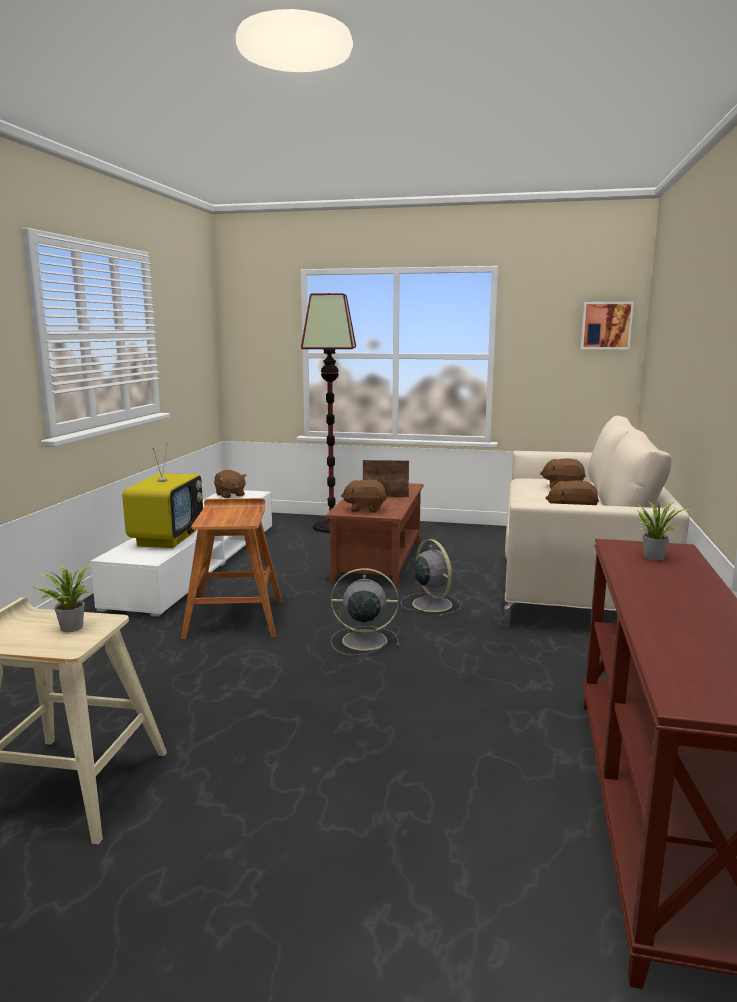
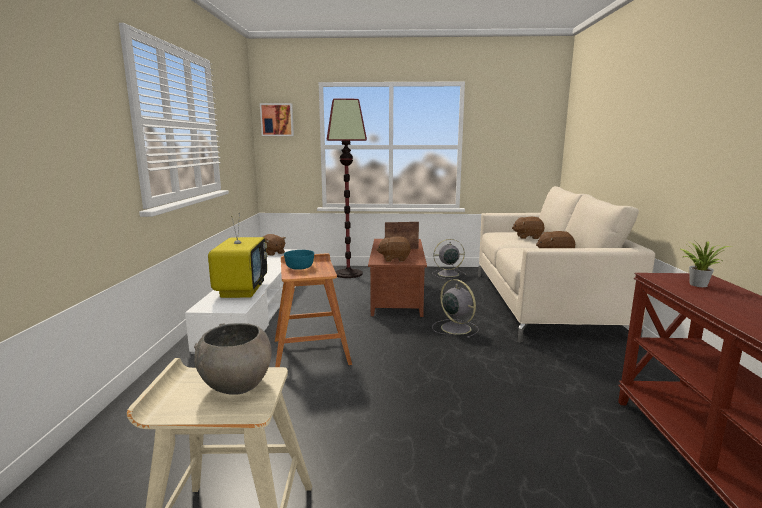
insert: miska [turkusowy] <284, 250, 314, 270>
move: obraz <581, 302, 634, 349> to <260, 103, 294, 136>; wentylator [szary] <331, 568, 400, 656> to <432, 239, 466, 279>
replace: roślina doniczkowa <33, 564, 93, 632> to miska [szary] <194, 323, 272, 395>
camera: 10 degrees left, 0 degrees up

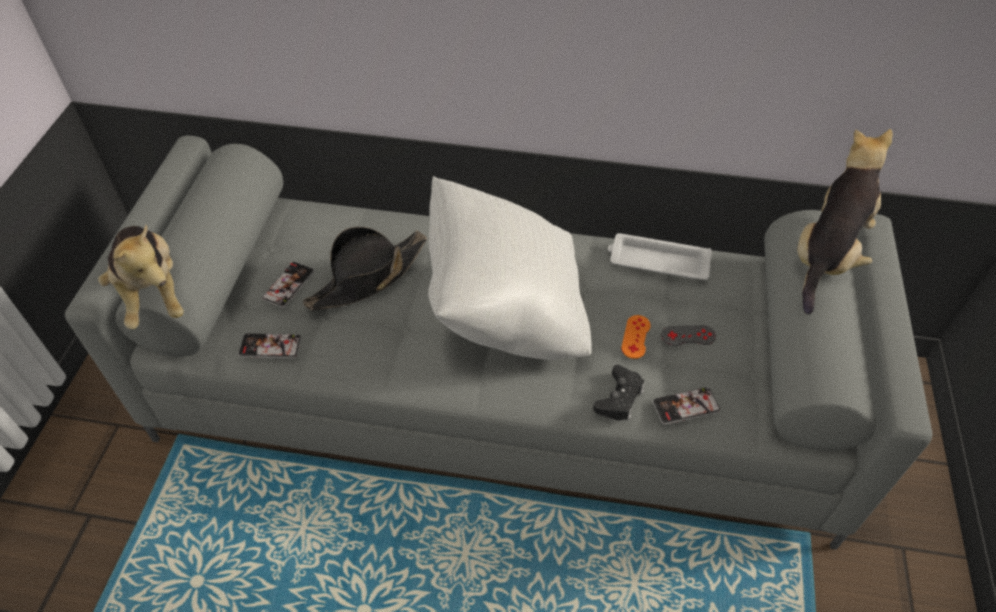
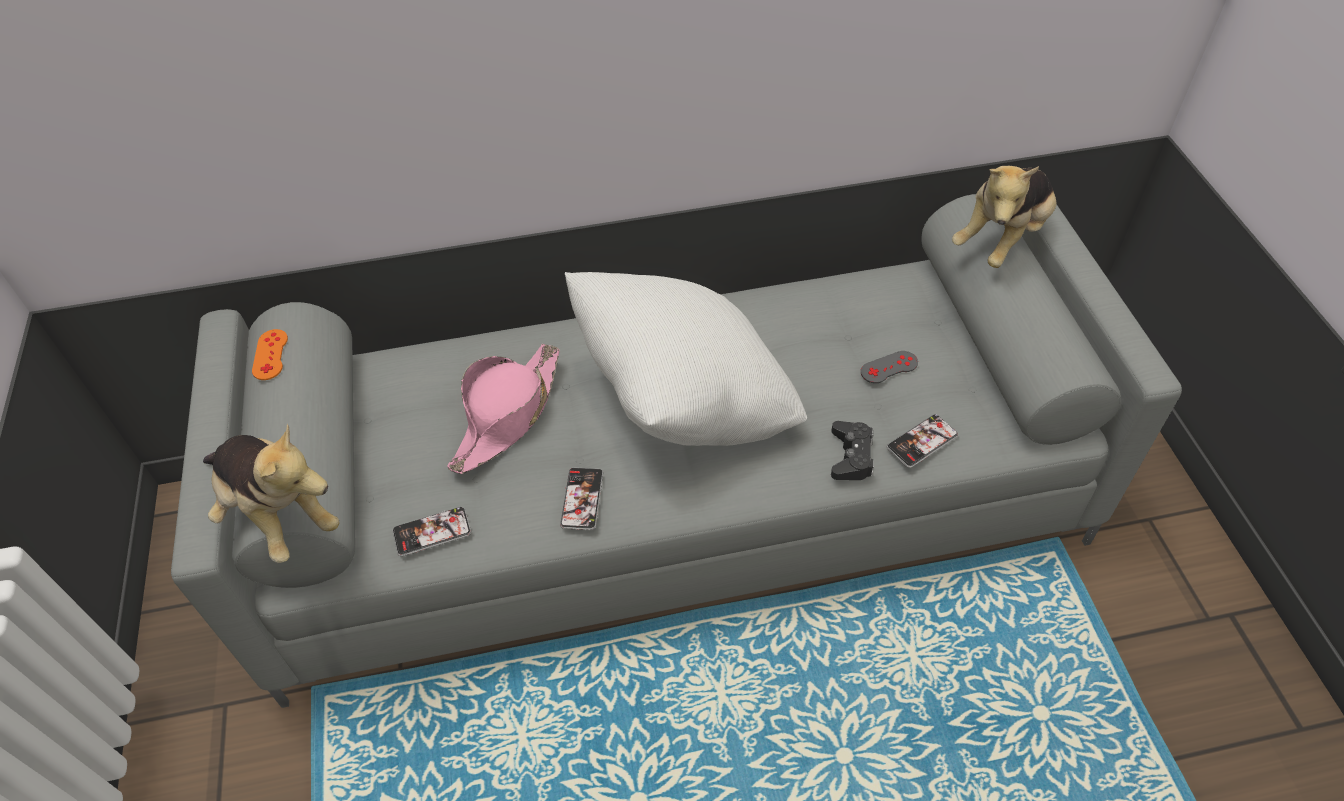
delete: taca [biały] <608, 233, 712, 280>
move: pad do gier [pomarańczowy] <621, 315, 651, 359> to <252, 329, 288, 380>; telefon <262, 262, 314, 308> to <560, 468, 603, 530>
recolor: kapelusz [czarny] <303, 227, 427, 310> to kapelusz [różowy] <447, 344, 560, 474>
rotate: pluszak <797, 129, 893, 314> = <952, 166, 1057, 268> 150 degrees counterclockwise
camera: 20 degrees left, 0 degrees up

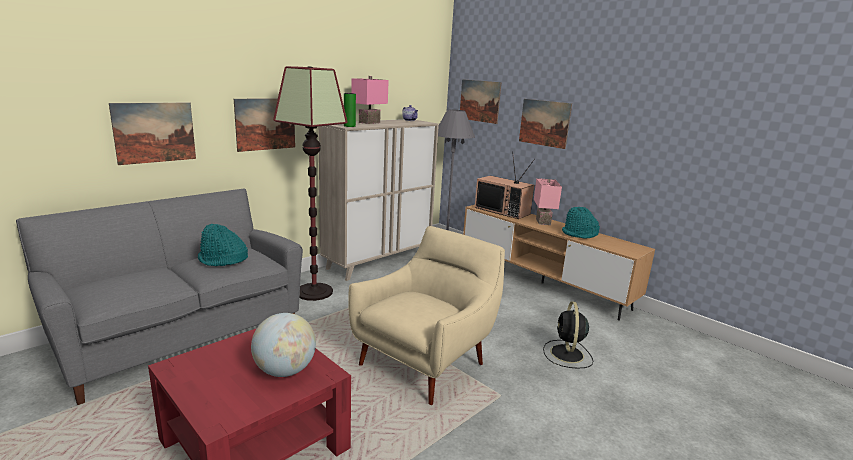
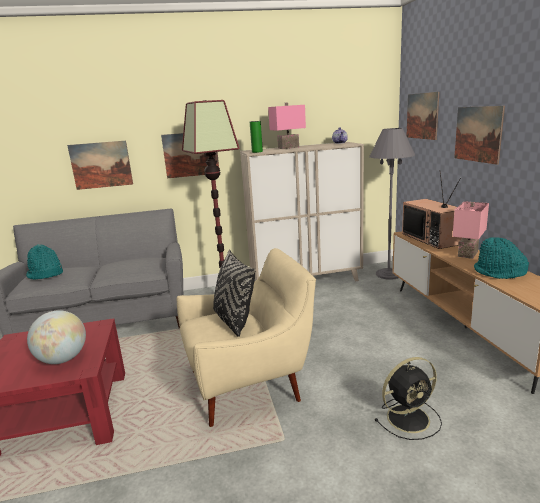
insert: poduszka [czarny] <213, 249, 256, 337>
move: kapelusz [turkusowy] <198, 224, 248, 266> to <26, 244, 63, 280>
rotate: wentylator [czarny] <543, 301, 593, 369> = <375, 357, 442, 440> 150 degrees counterclockwise
camera: 35 degrees right, 0 degrees up

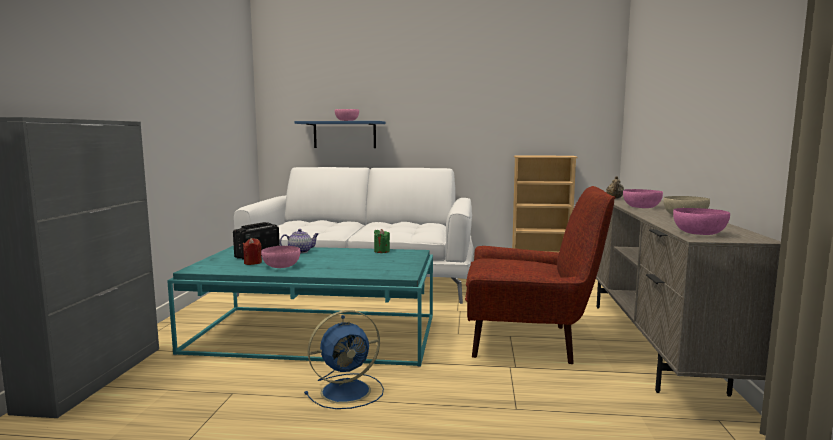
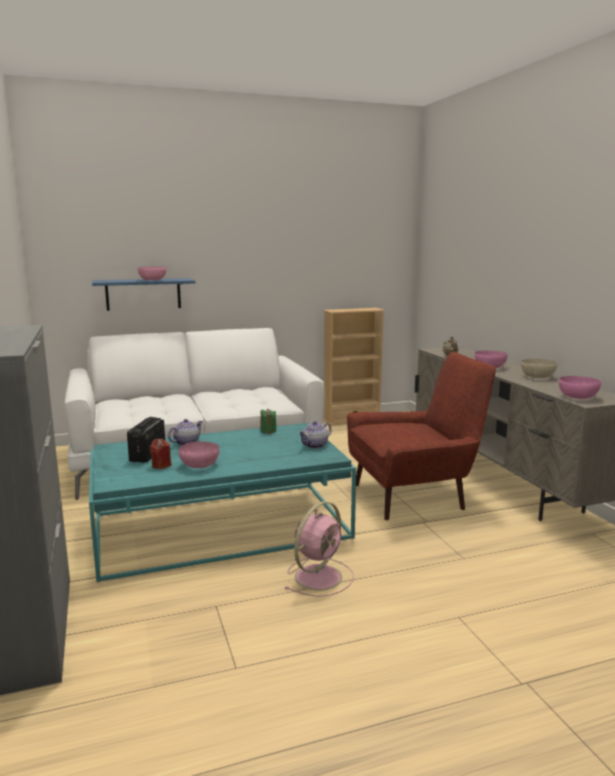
insert: imbryk <298, 421, 331, 449>
recolor: wentylator [niebieski] <304, 310, 384, 409> to wentylator [różowy] <285, 501, 354, 597>
camera: 25 degrees left, 5 degrees up

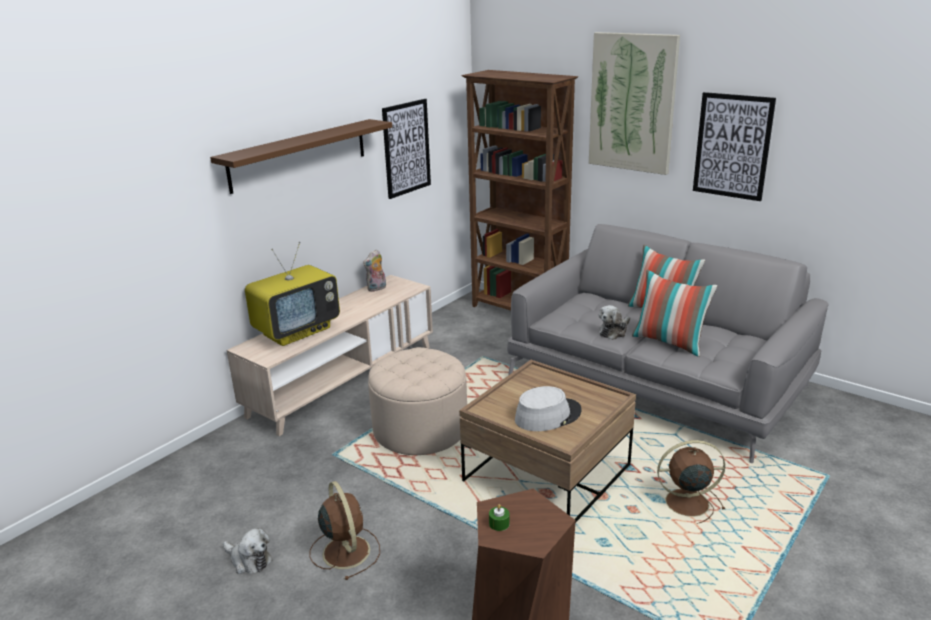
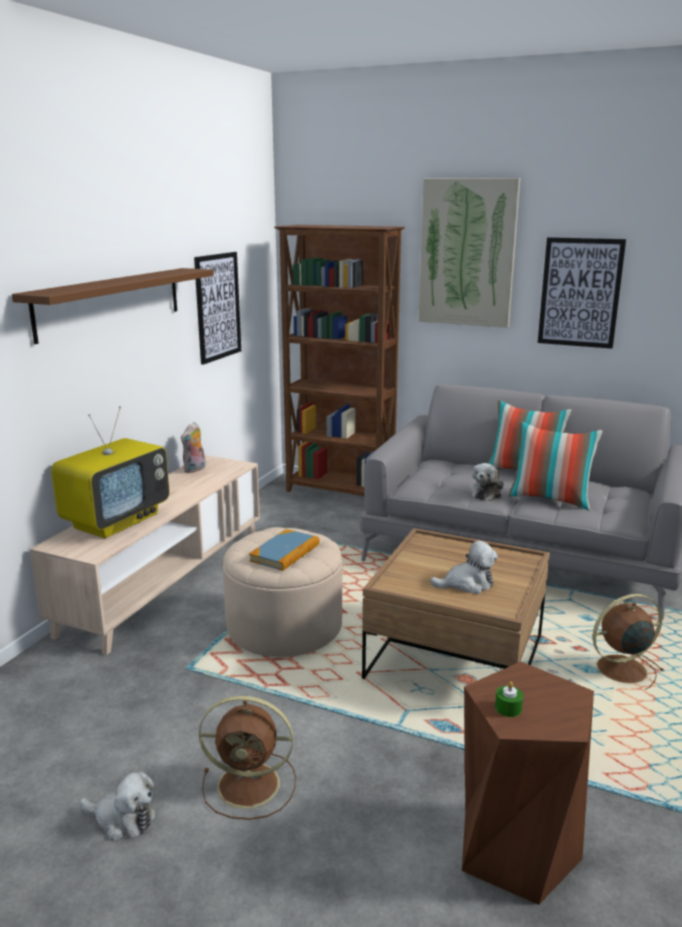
insert: książka <249, 529, 319, 571>
replace: kapelusz [szary] <515, 386, 582, 431> to pluszak <430, 540, 498, 594>
rotate: wentylator [brązowy] <309, 481, 380, 580> = <199, 696, 296, 820> 135 degrees clockwise
camera: 15 degrees left, 5 degrees down

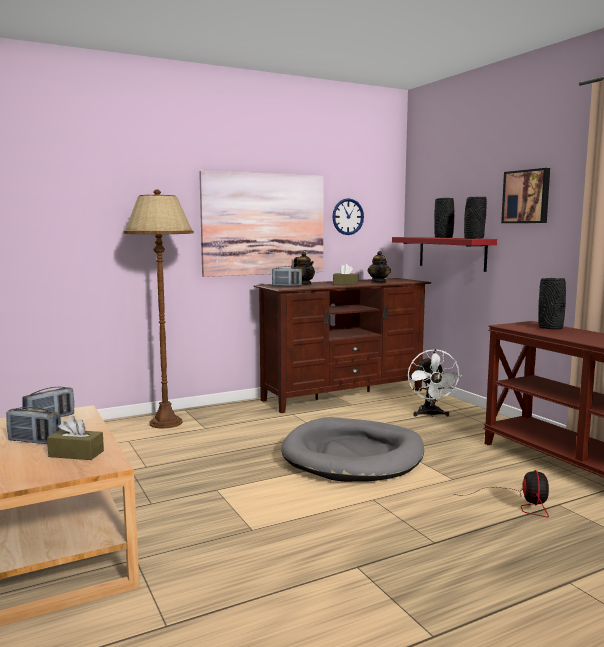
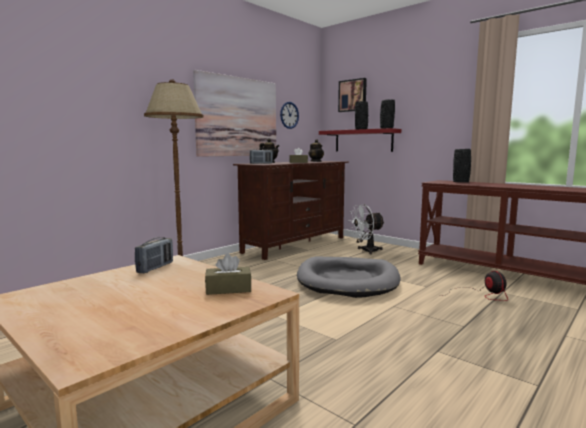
delete: radio <6, 407, 61, 444>
move: obraz <501, 168, 550, 223> to <338, 78, 367, 112>
rotate: wentylator [biały] <408, 349, 462, 417> = <349, 204, 385, 254> 90 degrees clockwise
camera: 20 degrees left, 0 degrees up

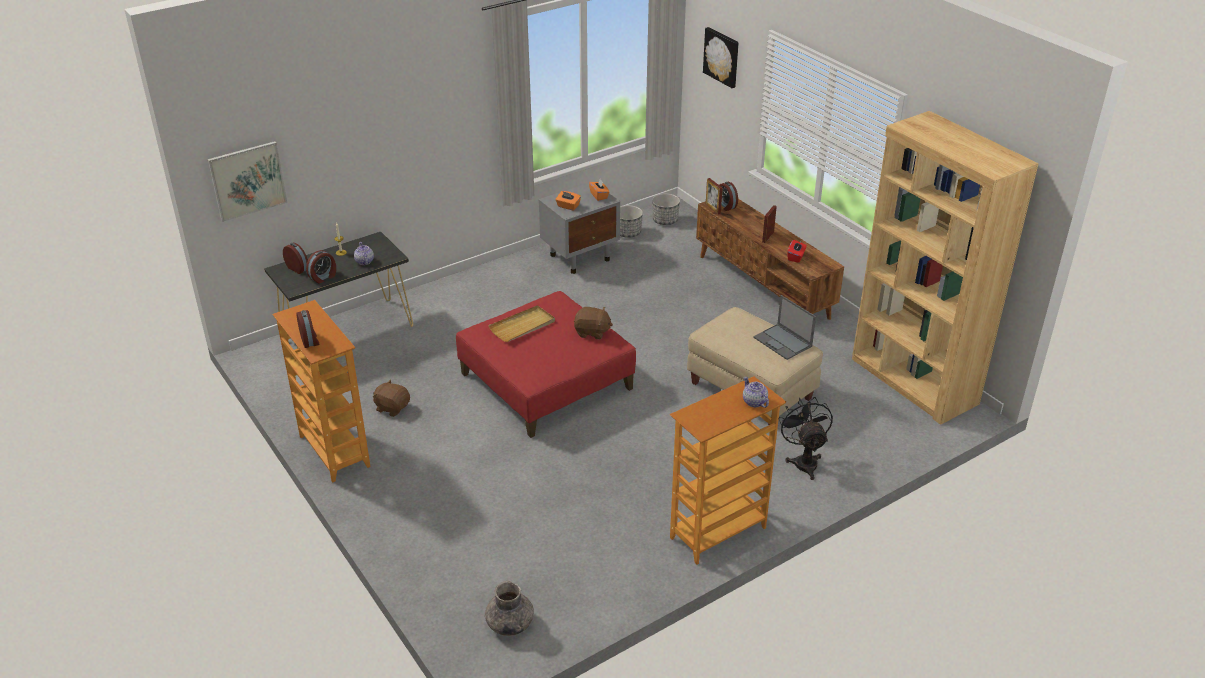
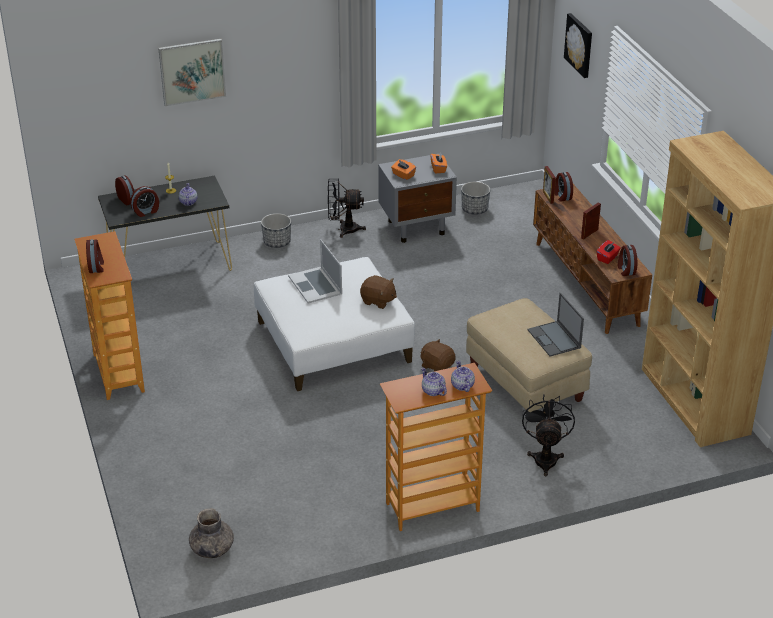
insert: wentylator [czarny] <328, 178, 366, 238>; imbryk <421, 368, 447, 396>; budzik <617, 245, 637, 276>
move: obraz <208, 141, 287, 222> to <158, 39, 226, 106>; donica <652, 193, 680, 225> to <261, 213, 291, 248>; pluszak [brązowy] <373, 380, 410, 417> to <420, 339, 456, 372>
replace: taca [beżowy] <488, 305, 555, 342> to laptop <288, 239, 342, 303>
recolor: pufa [czerwony] <456, 291, 636, 438> to pufa [biały] <254, 257, 415, 391>
camera: 15 degrees right, 0 degrees up

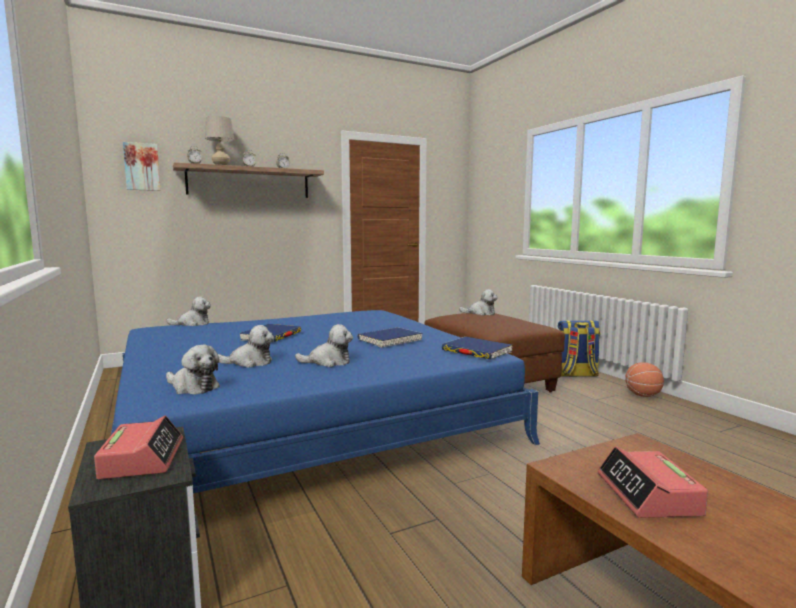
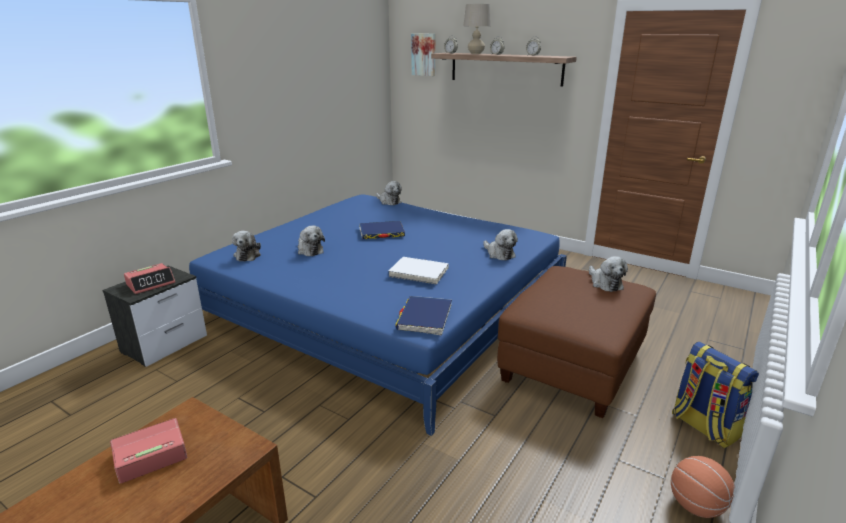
move: pluszak <295, 324, 353, 367> to <483, 229, 518, 260>
recolor: książka [niebieski] <357, 327, 423, 348> to książka [biały] <389, 257, 449, 285>
camera: 60 degrees right, 15 degrees up

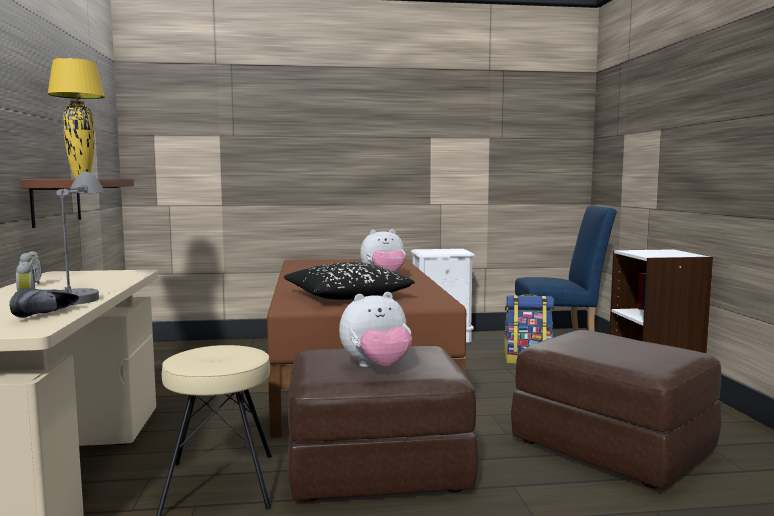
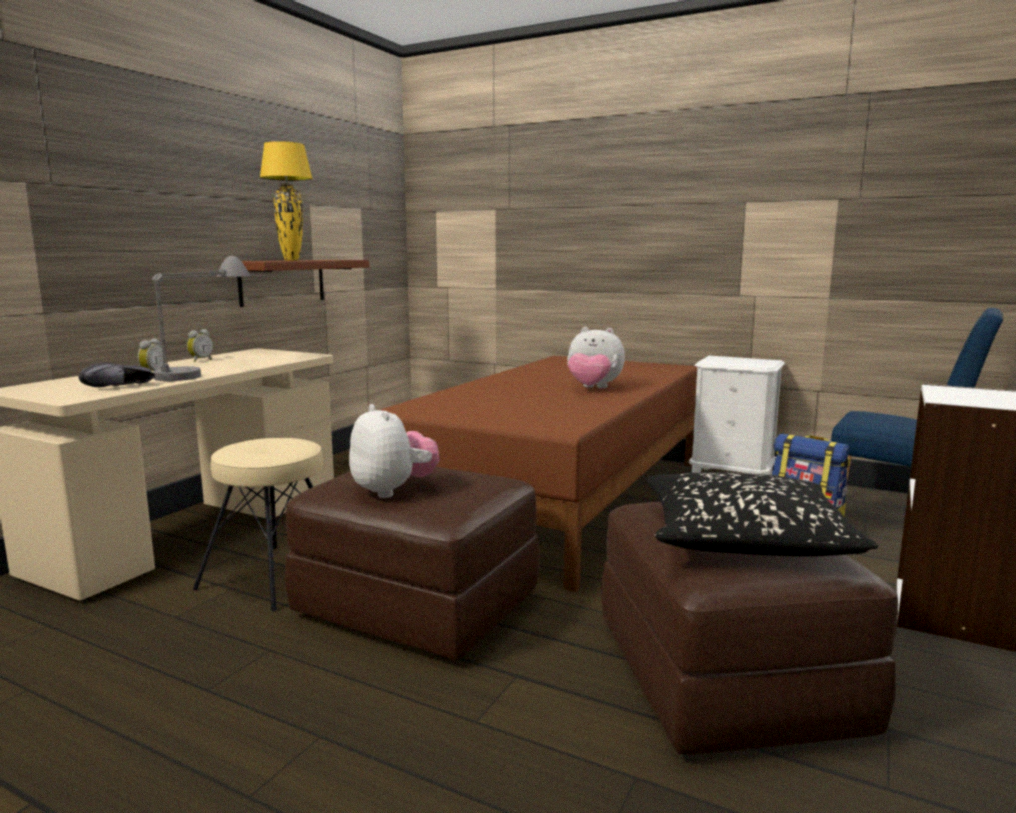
move: poduszka [czarny] <284, 262, 415, 300> to <646, 472, 878, 556>
rotate: pluszak <339, 292, 412, 367> = <349, 404, 439, 498> 135 degrees counterclockwise
camera: 35 degrees right, 5 degrees up

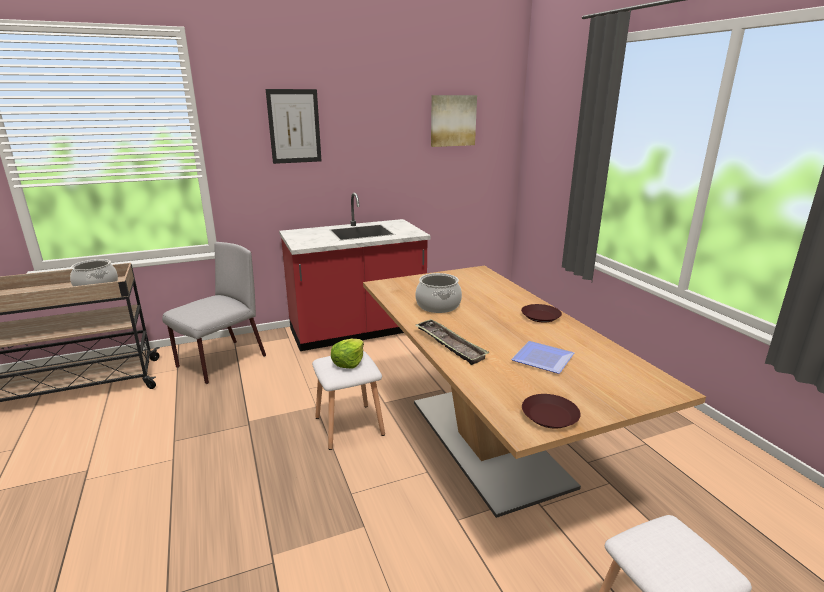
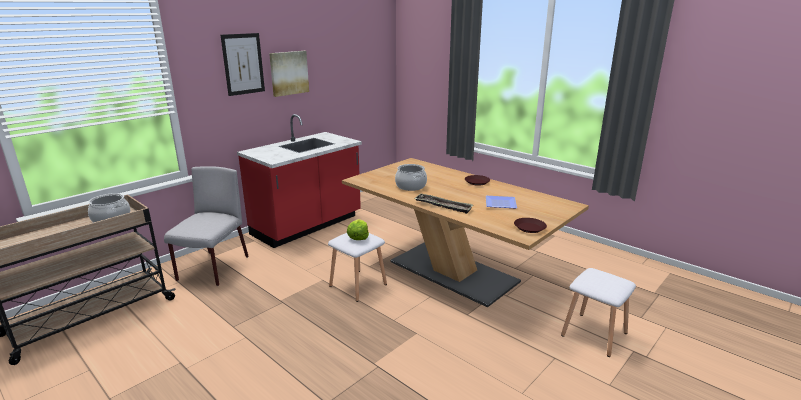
move: obraz <431, 95, 477, 147> to <269, 51, 309, 97>
camera: 25 degrees left, 0 degrees up

